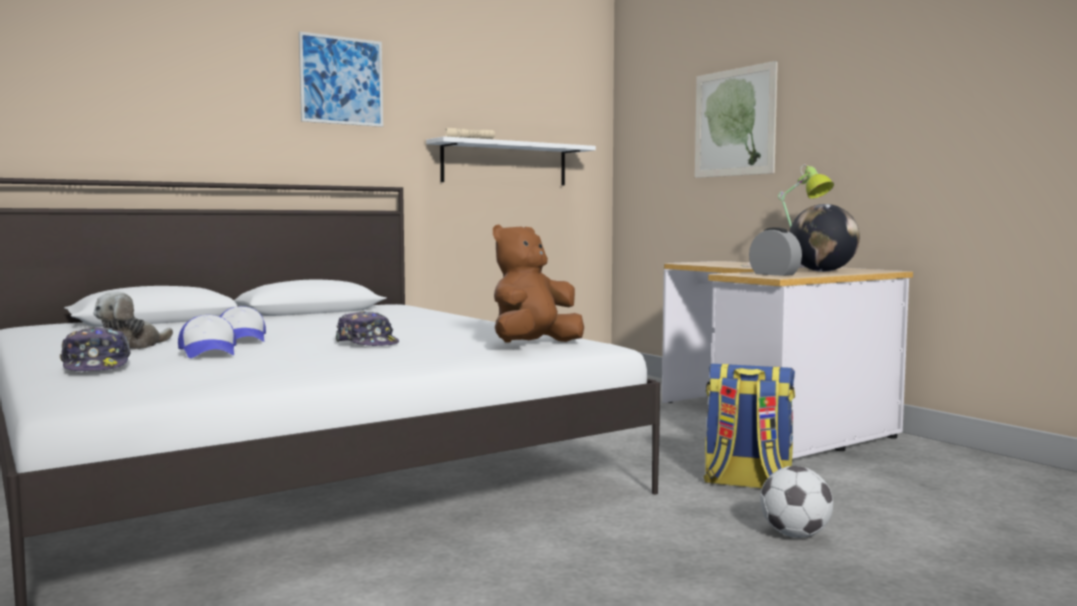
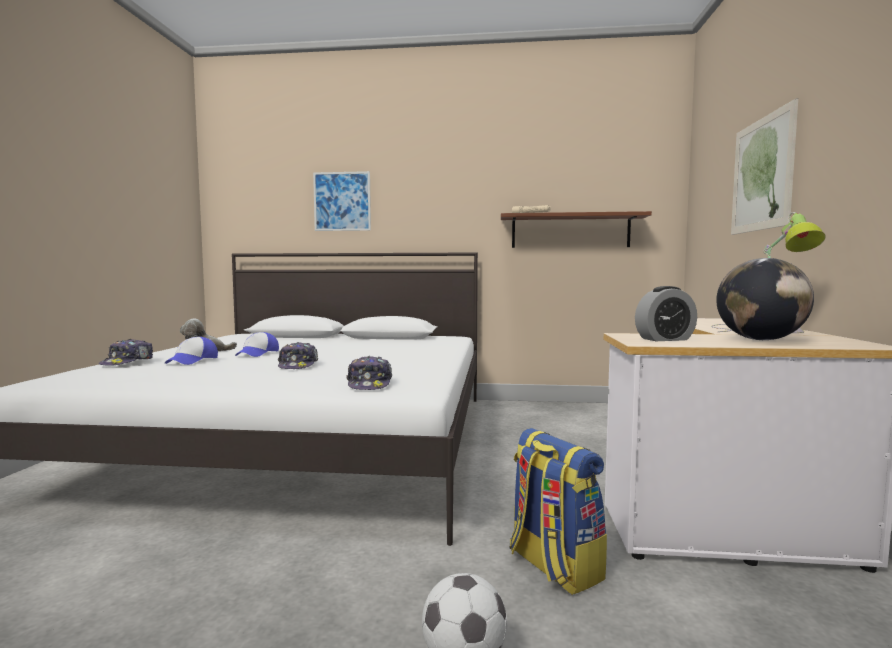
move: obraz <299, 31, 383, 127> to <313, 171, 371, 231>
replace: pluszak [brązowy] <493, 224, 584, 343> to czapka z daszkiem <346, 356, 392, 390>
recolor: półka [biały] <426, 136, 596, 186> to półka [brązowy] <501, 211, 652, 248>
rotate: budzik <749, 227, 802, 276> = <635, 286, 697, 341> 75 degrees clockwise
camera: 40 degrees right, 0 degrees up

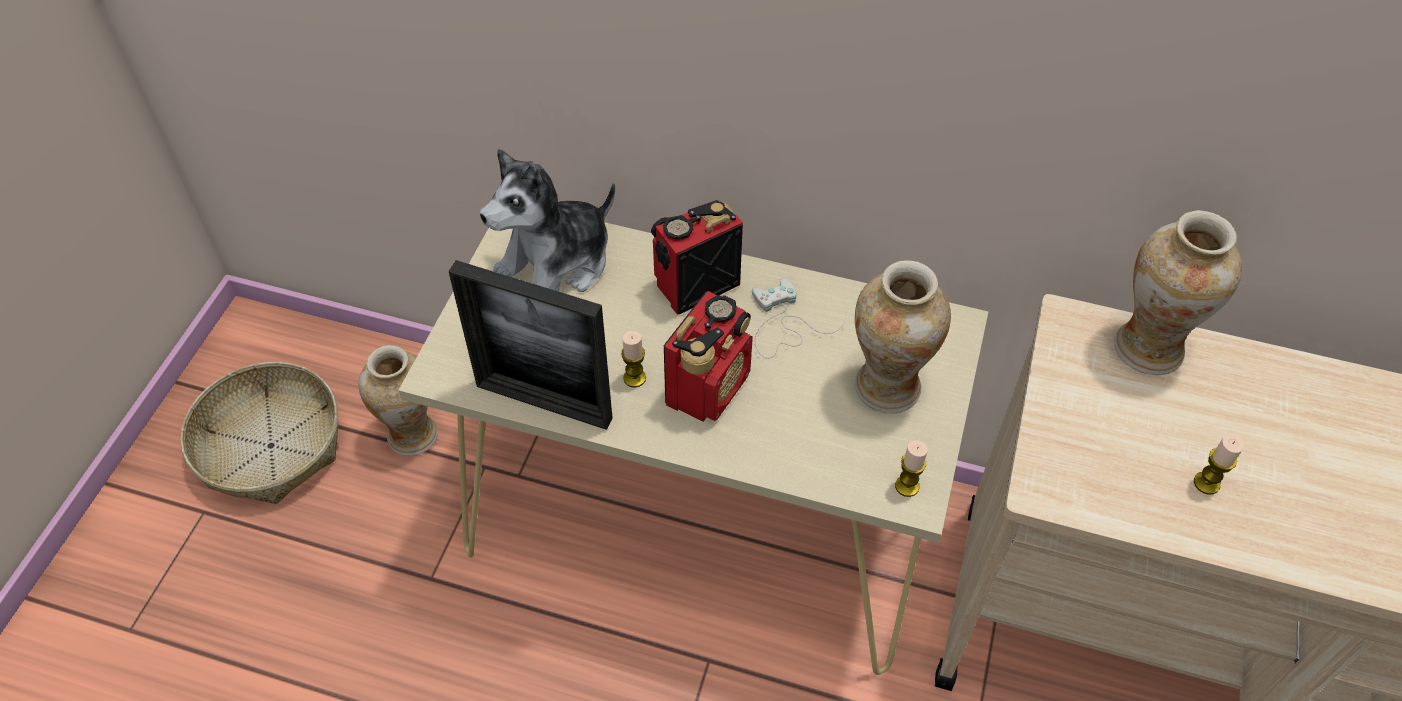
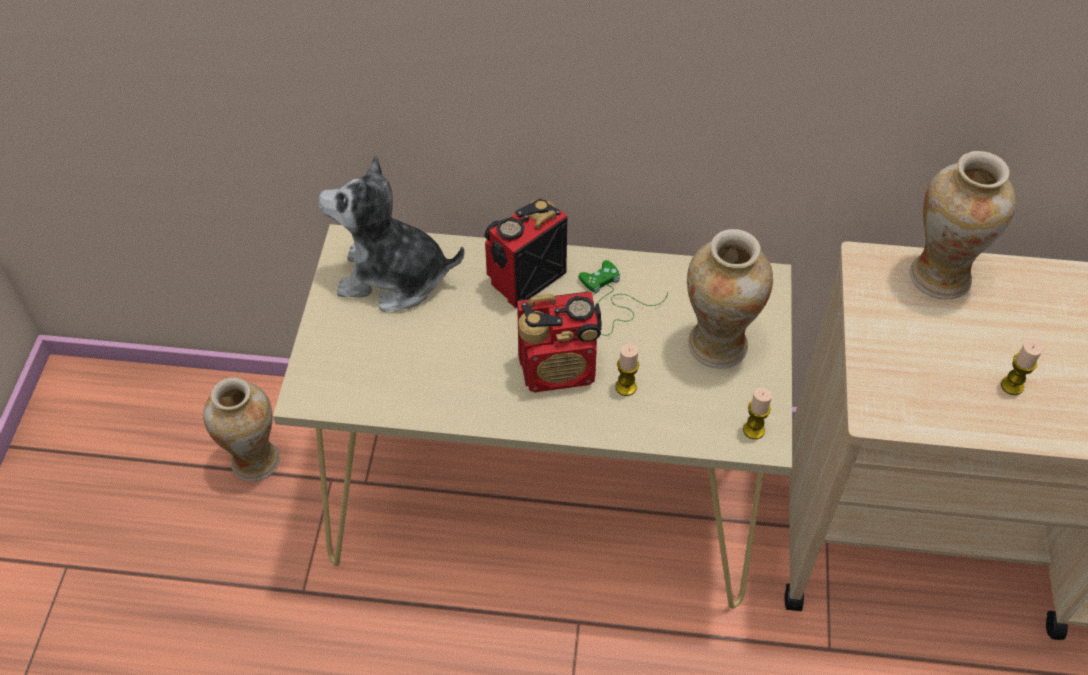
delete: koszyk <181, 362, 338, 504>; ramka na zdjęcie <448, 260, 613, 430>
move: świeca <621, 331, 646, 387> to <615, 344, 639, 396>
recolor: pad do gier [biały] <752, 278, 845, 358> to pad do gier [zielony] <578, 260, 668, 336>
rotate: pluszak <480, 149, 615, 292> = <319, 155, 464, 312> 60 degrees clockwise; radio <664, 291, 753, 422> = <517, 291, 602, 393> 60 degrees clockwise
camera: 10 degrees left, 0 degrees up

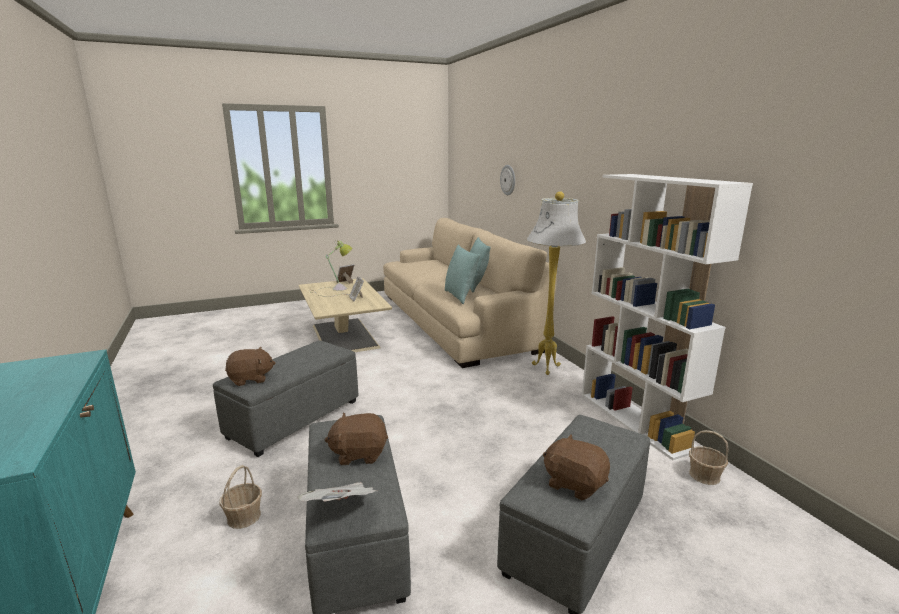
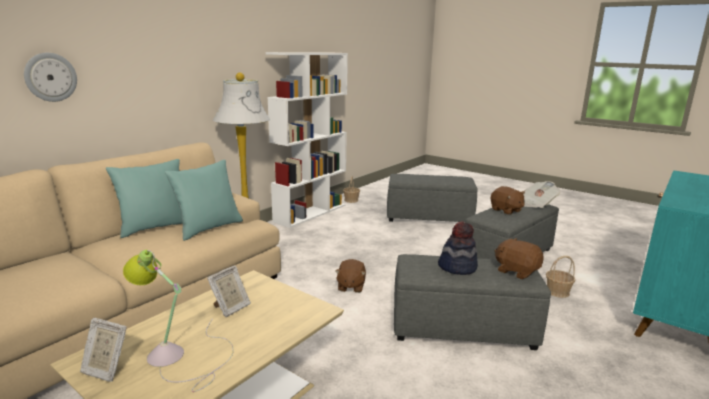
insert: kapelusz <438, 221, 478, 275>
move: pluszak [brązowy] <543, 434, 610, 500> to <335, 259, 366, 293>
camera: 120 degrees left, 0 degrees up

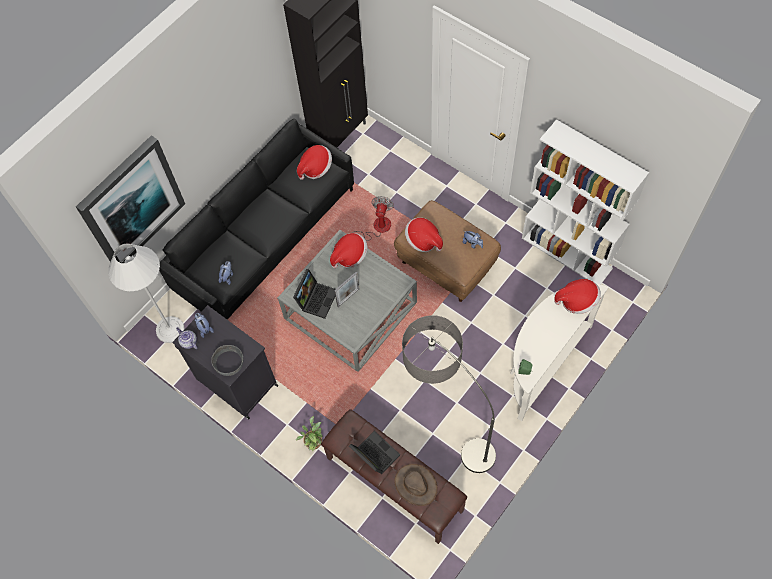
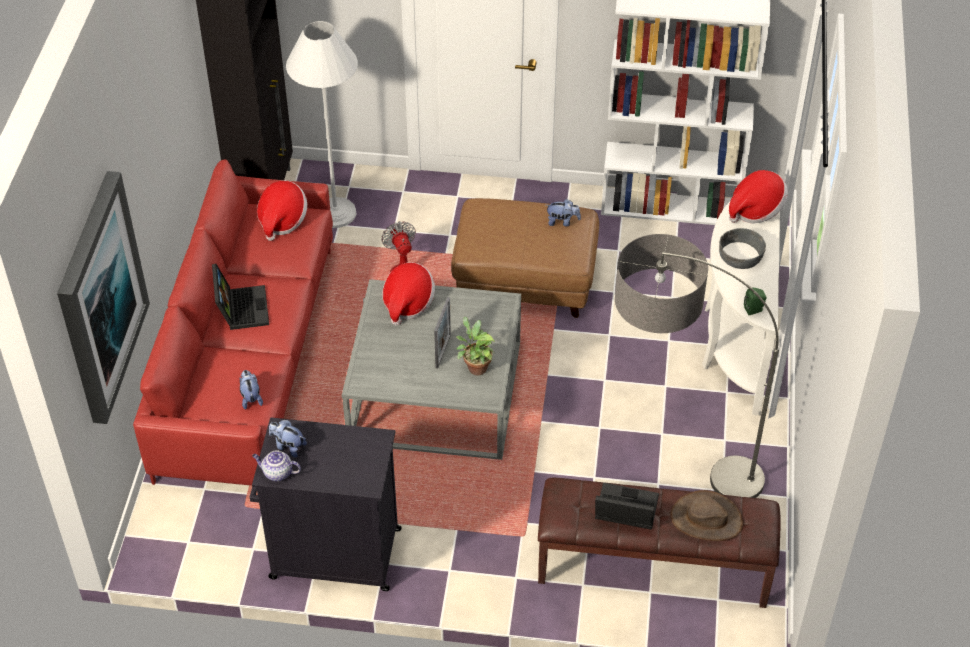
delete: kapelusz <405, 217, 443, 252>
move: laptop <293, 269, 335, 319> to <212, 264, 269, 330>; lampa stojąca [biały] <108, 243, 185, 343> to <286, 21, 358, 228>; roślina doniczkowa <296, 416, 323, 451> to <456, 317, 495, 375>; miska [szary] <211, 345, 243, 376> to <719, 228, 766, 269>
recolor: kanapa [czarny] <159, 119, 354, 320> to kanapa [czerwony] <133, 160, 333, 486>
camera: 35 degrees left, 15 degrees down

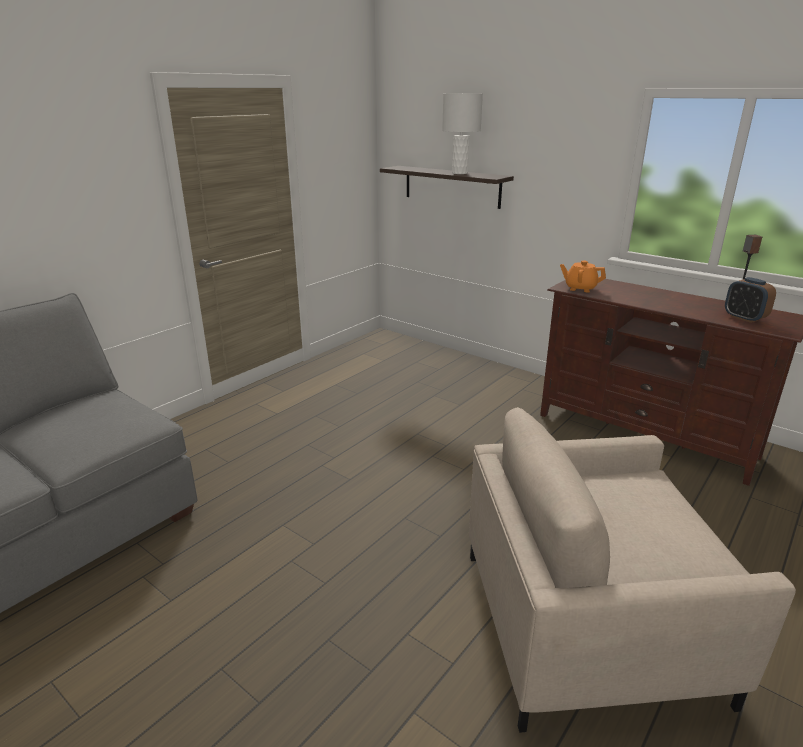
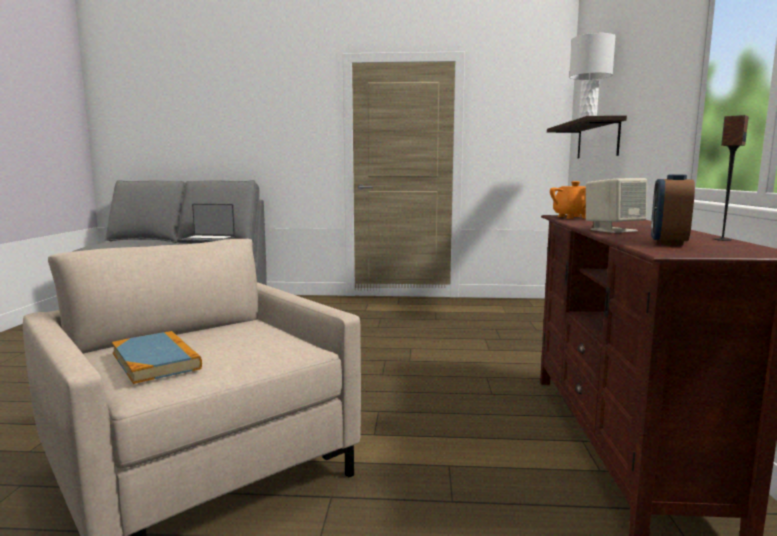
insert: książka <112, 331, 202, 384>; laptop <177, 204, 235, 243>; głośnik [beżowy] <586, 178, 647, 233>
camera: 55 degrees right, 15 degrees down

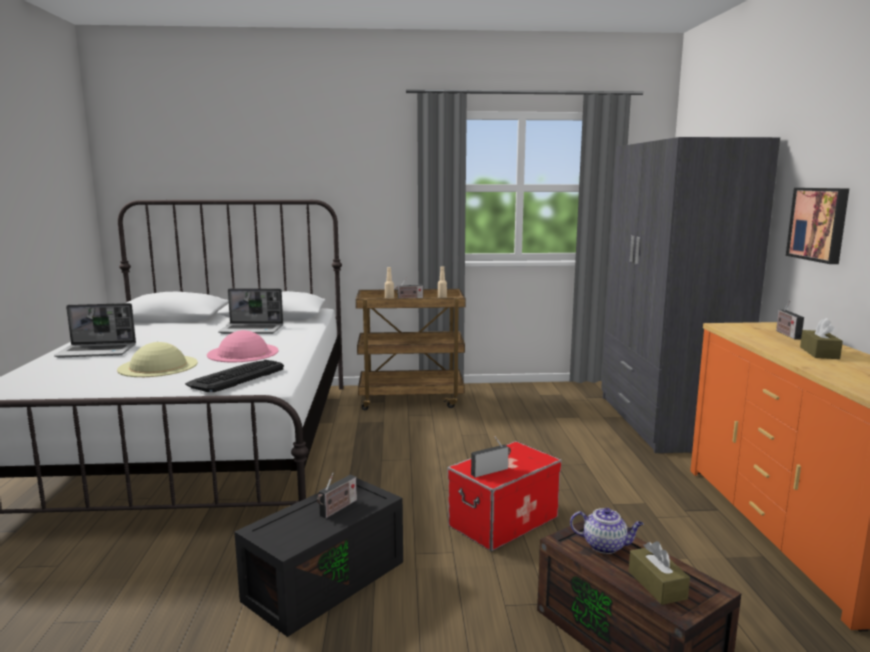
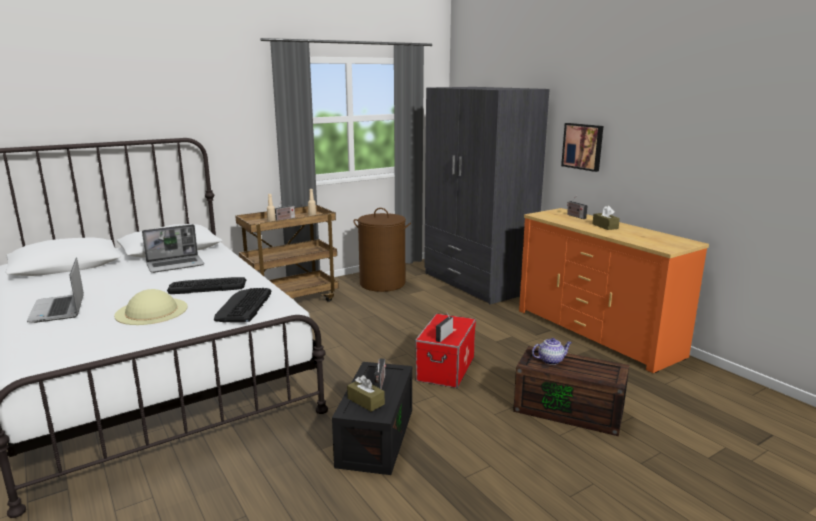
insert: kosz na pranie [brązowy] <354, 208, 411, 292>
move: pudełko chusteczek [brązowy] <629, 541, 690, 605> to <347, 375, 385, 412>
replace: kapelusz [różowy] <207, 330, 279, 362> to klawiatura <167, 277, 247, 294>
rotate: laptop <54, 303, 136, 358> = <27, 257, 84, 323> 105 degrees clockwise
camera: 30 degrees left, 5 degrees up

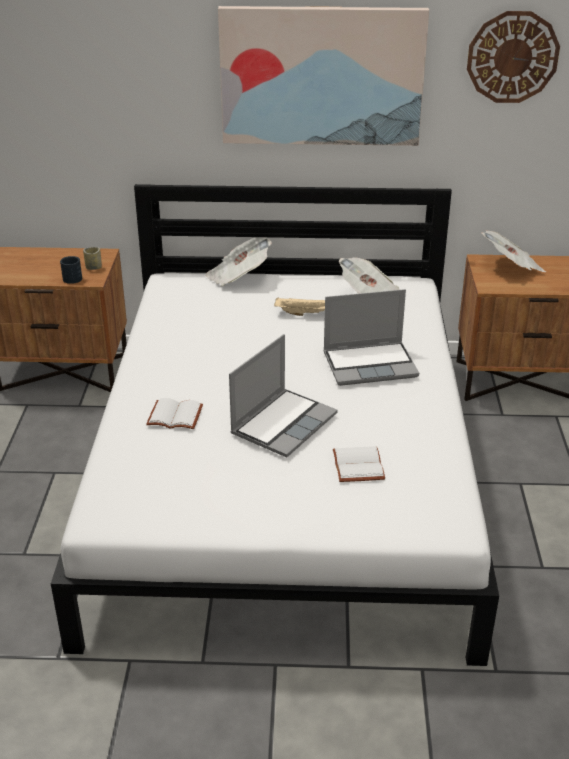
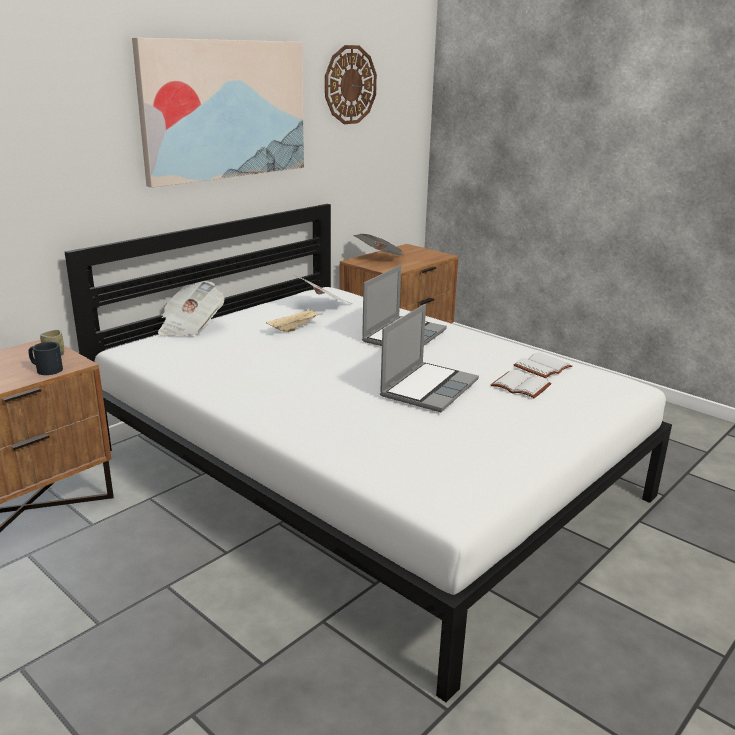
move: książka [biały] <146, 398, 203, 429> to <514, 352, 572, 378>
rotate: laptop <229, 334, 337, 457> = <380, 304, 479, 413> 45 degrees clockwise
camera: 50 degrees left, 10 degrees down

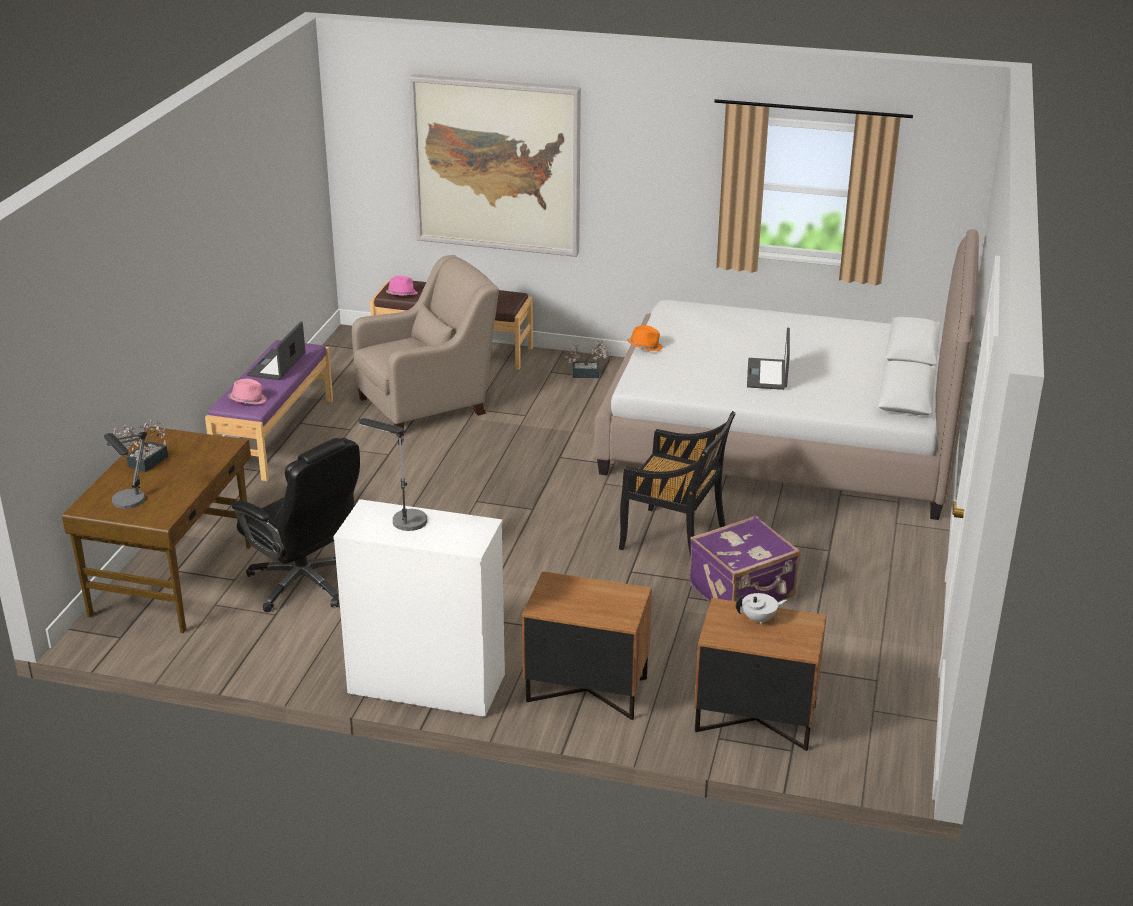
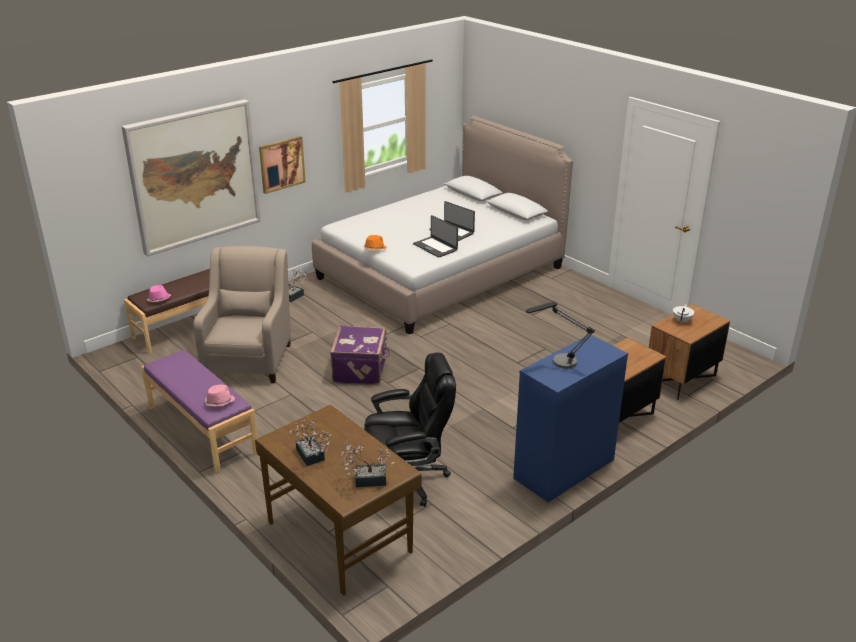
delete: krzesło [czarny] <619, 411, 736, 558>
insert: obraz <259, 136, 306, 194>
move: walizka [fioletowy] <689, 515, 800, 602> to <330, 325, 390, 385>; laptop <247, 322, 305, 380> to <413, 215, 458, 258>
replace: lampa stołowa <104, 432, 147, 509> to roślina doniczkowa <340, 440, 395, 487>
recolor: komoda [biały] <333, 499, 505, 717> to komoda [niebieski] <513, 334, 628, 503>
camera: 55 degrees left, 0 degrees up

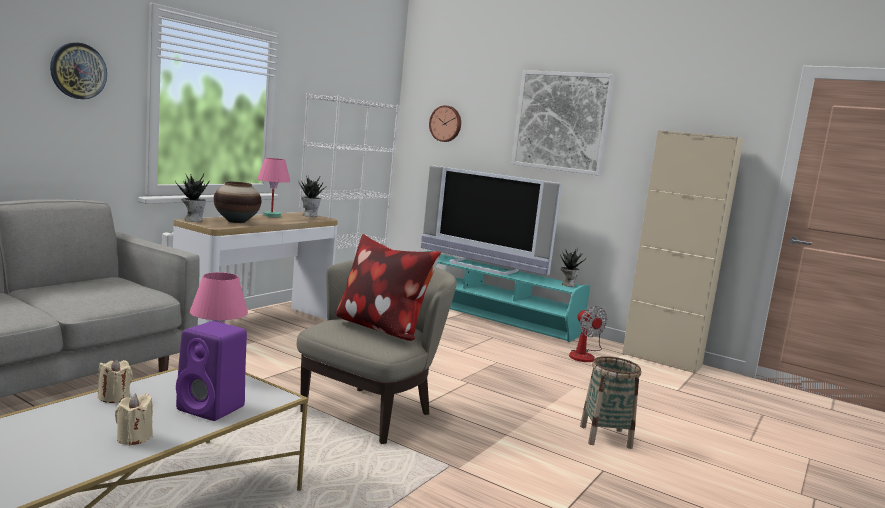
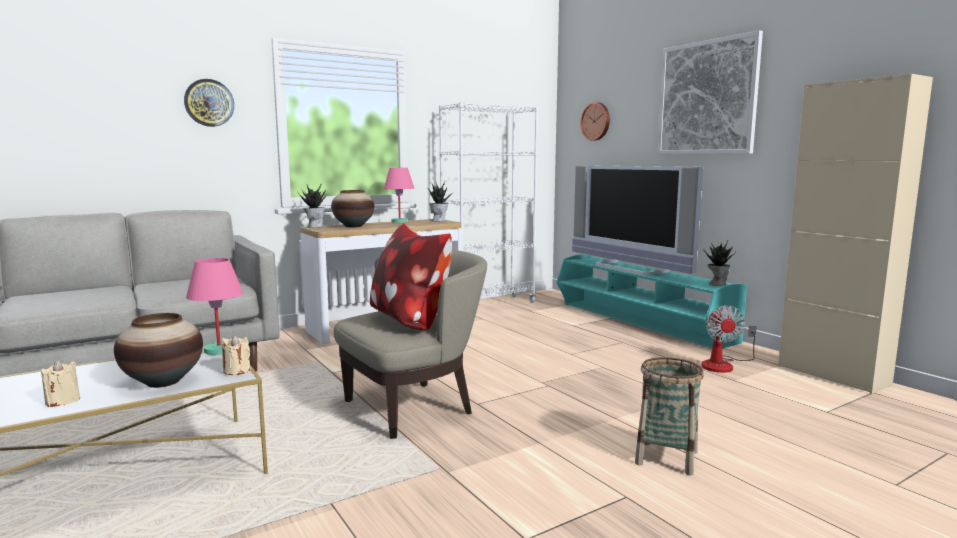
move: świeca [beżowy] <98, 359, 133, 403> to <222, 335, 250, 375>
replace: głośnik [fioletowy] <176, 321, 247, 421> to wazon <114, 313, 203, 388>
camera: 25 degrees right, 0 degrees up

